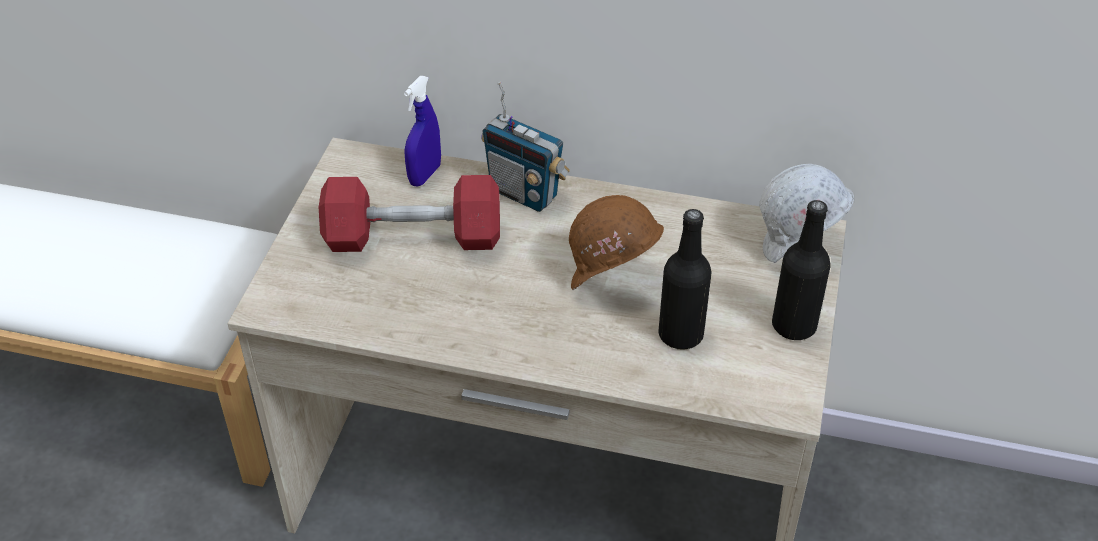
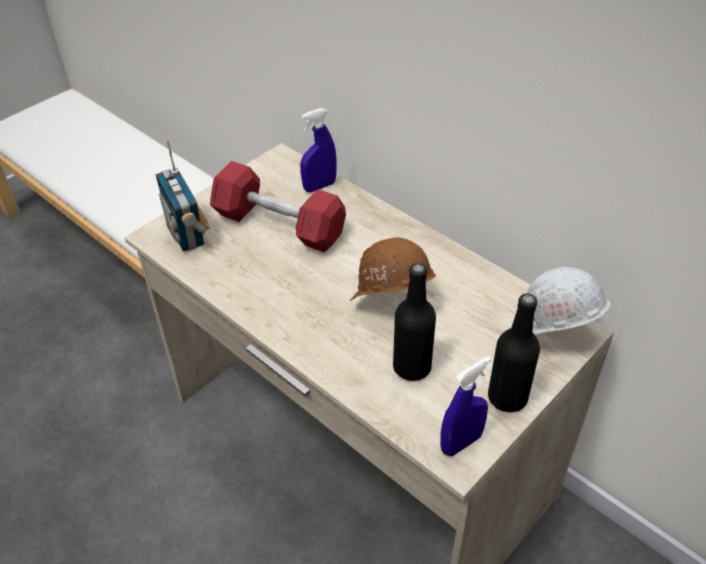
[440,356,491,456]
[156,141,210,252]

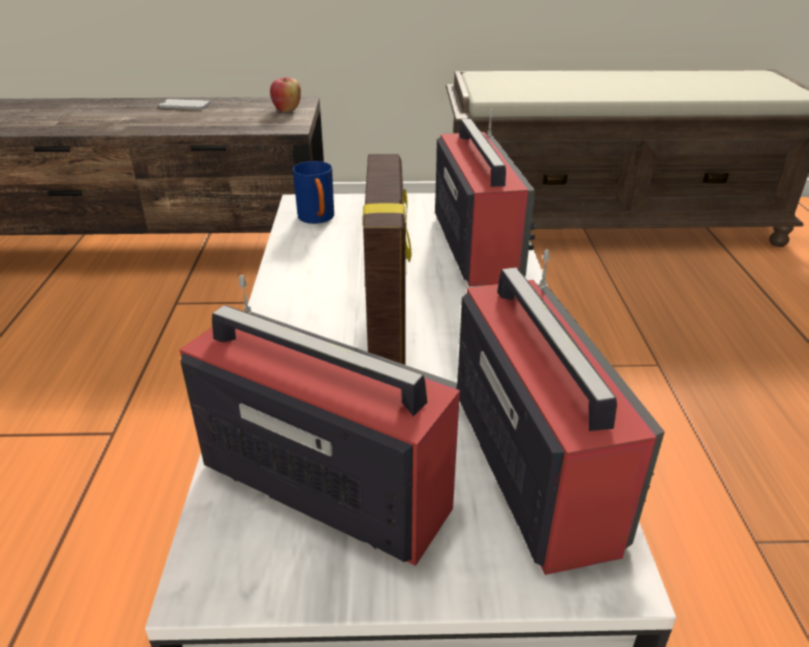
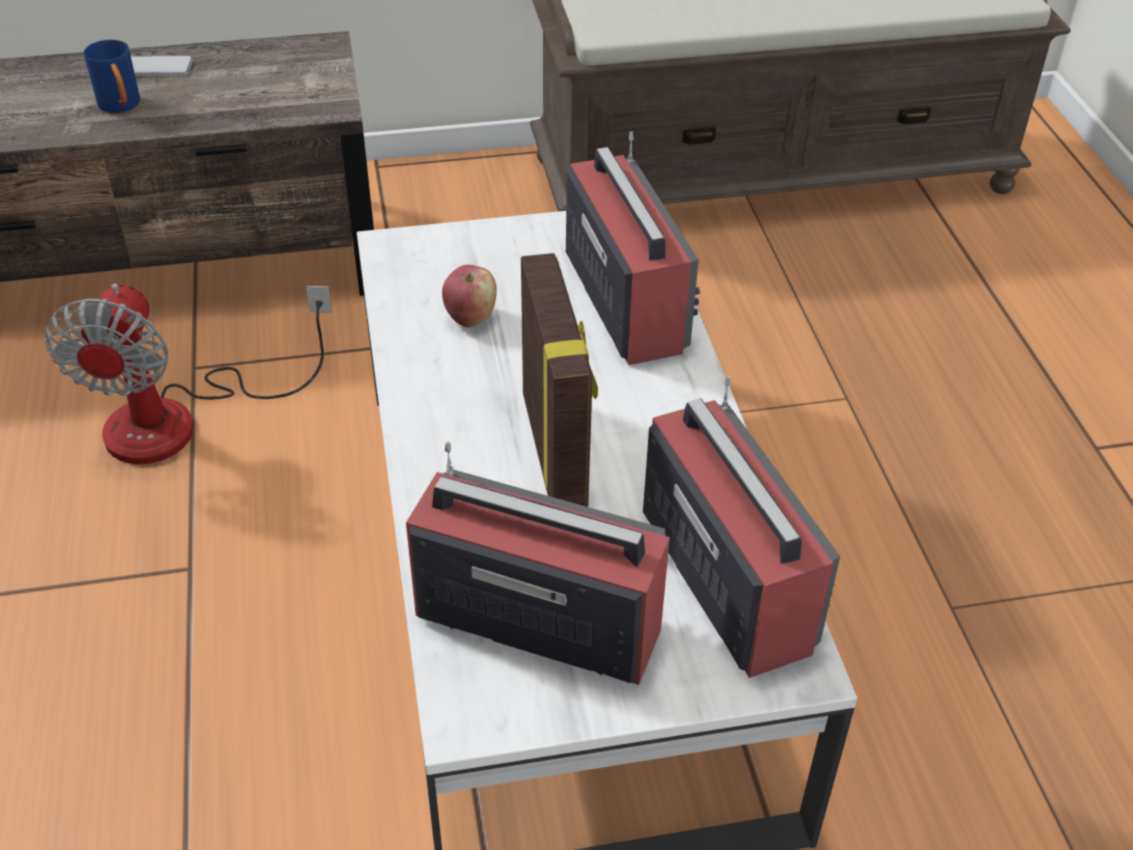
[45,283,332,464]
[442,265,497,327]
[84,40,140,113]

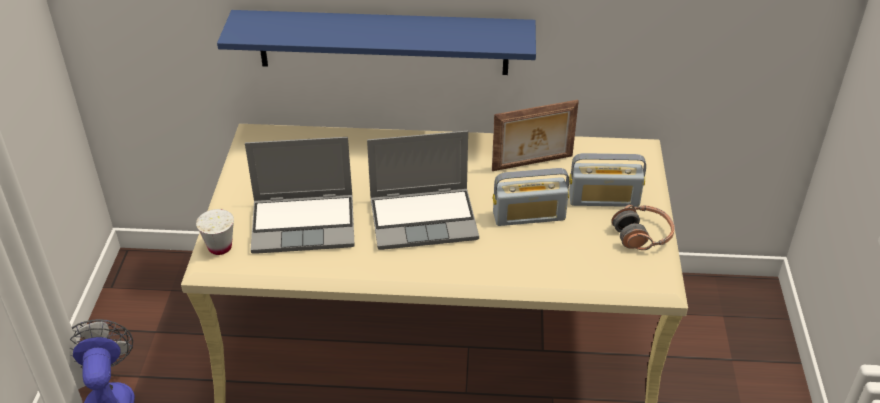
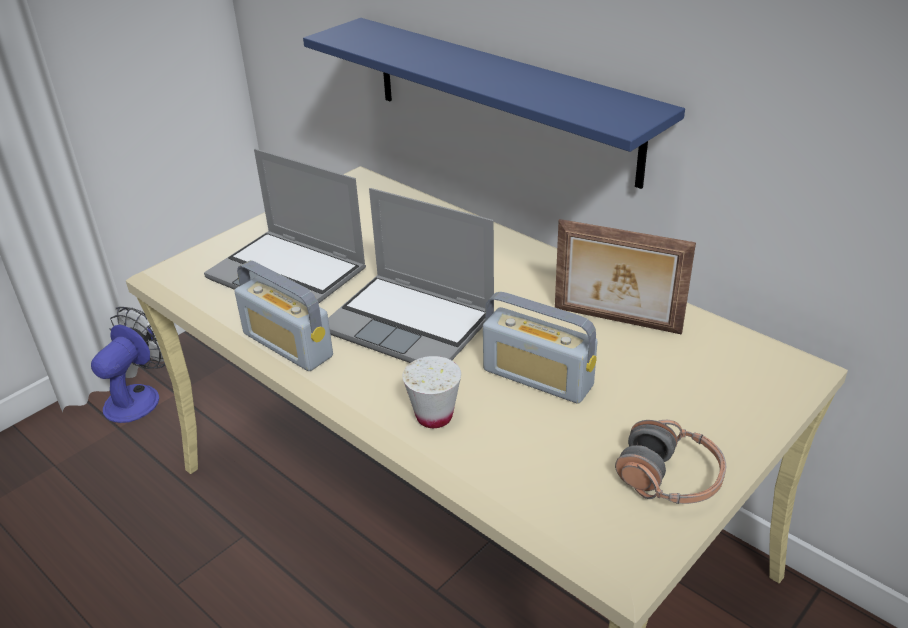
[403,356,461,428]
[234,260,333,371]

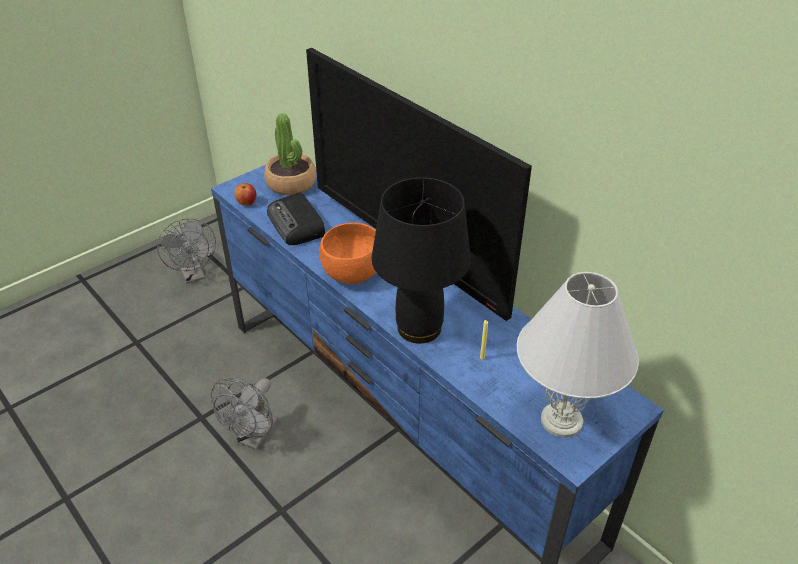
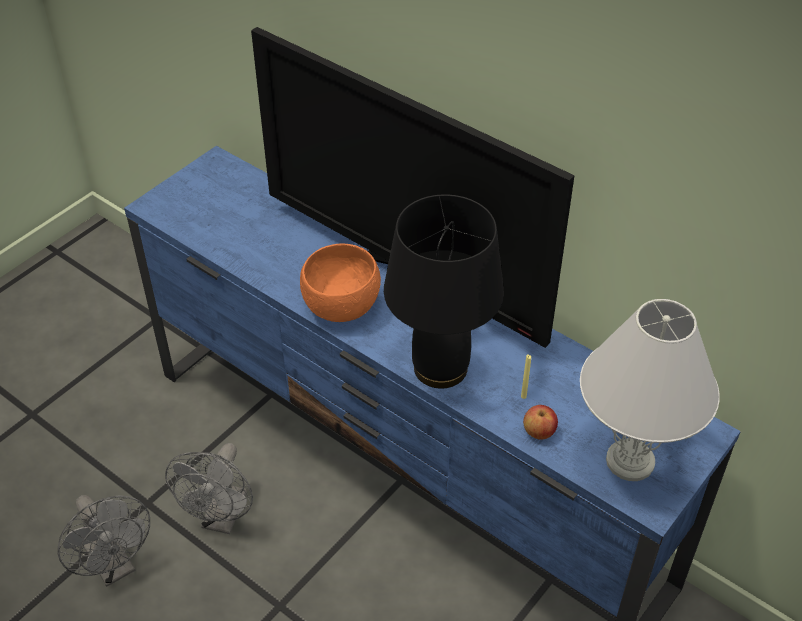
[264,113,316,195] (first image)
[267,192,325,245] (first image)
[58,495,150,586]
[523,405,558,440]

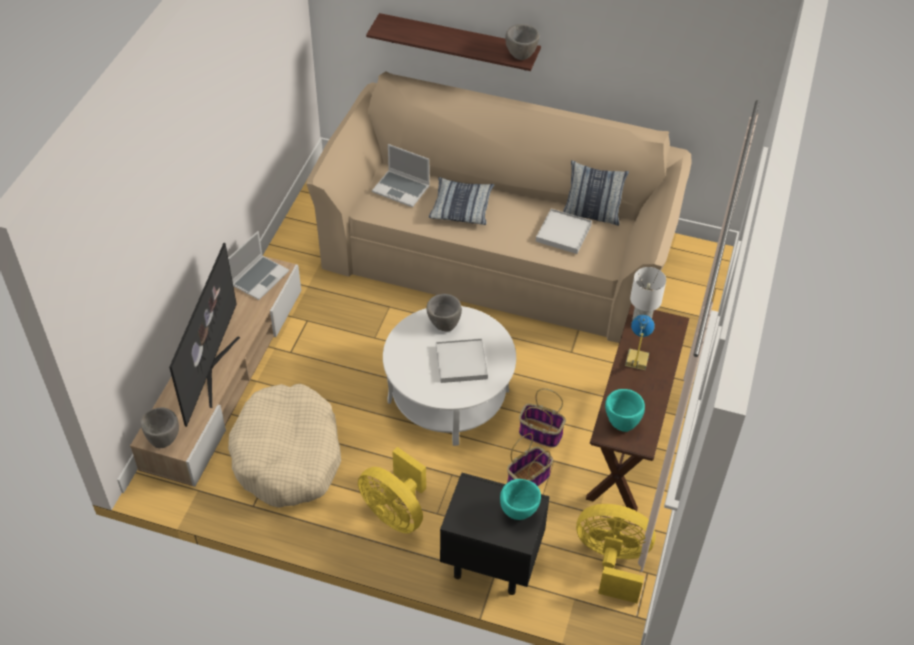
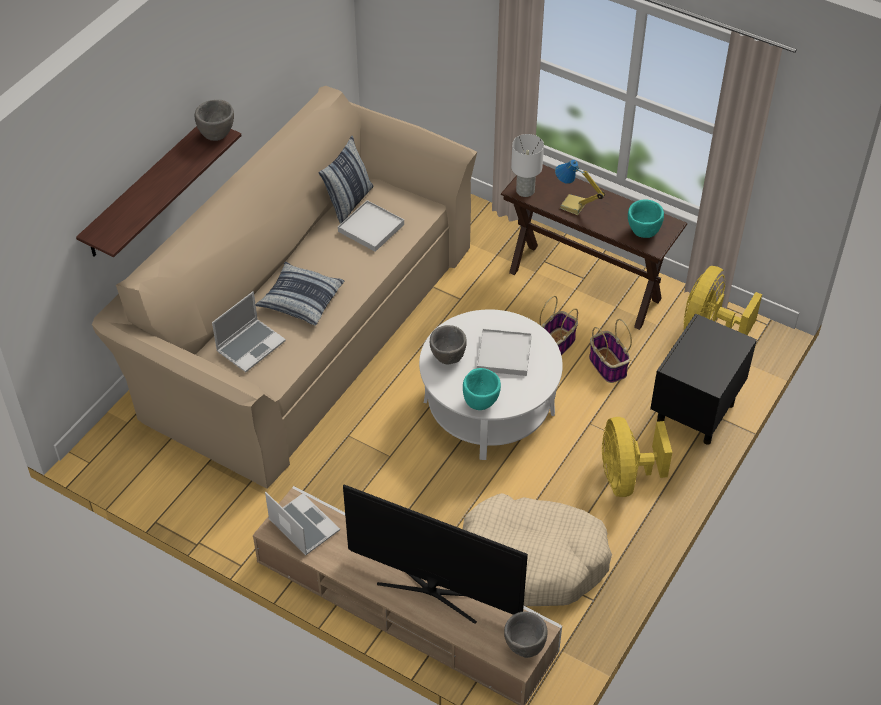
[463,368,501,410]
[602,417,672,497]

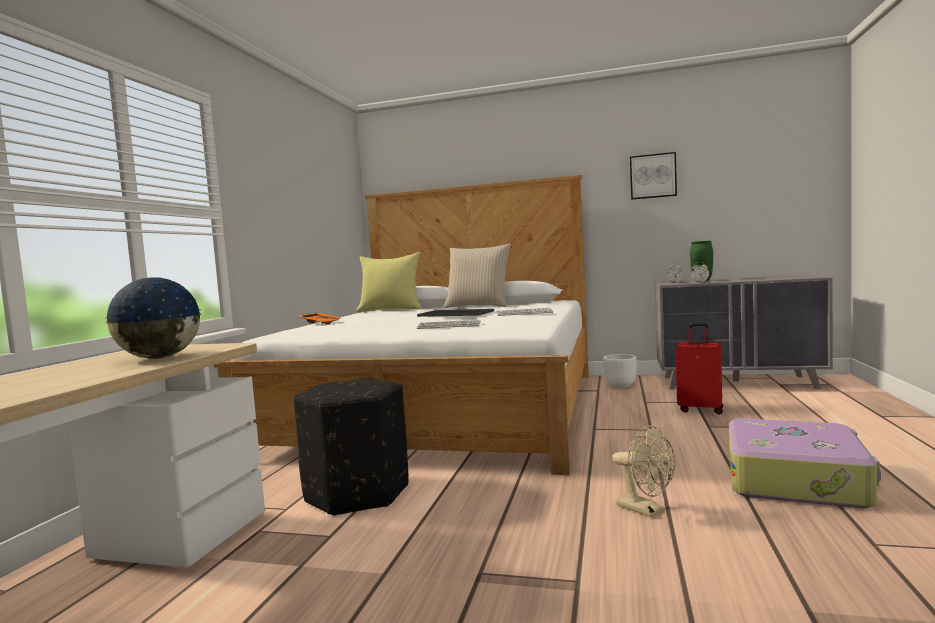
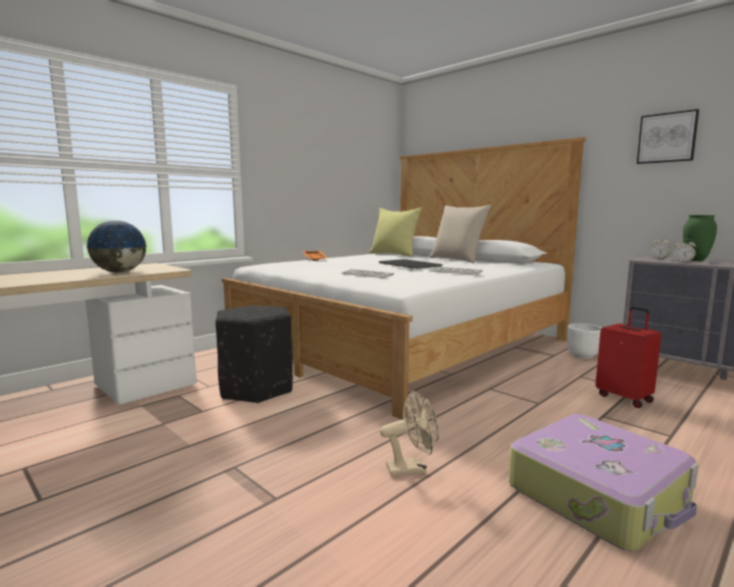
[380,391,439,476]

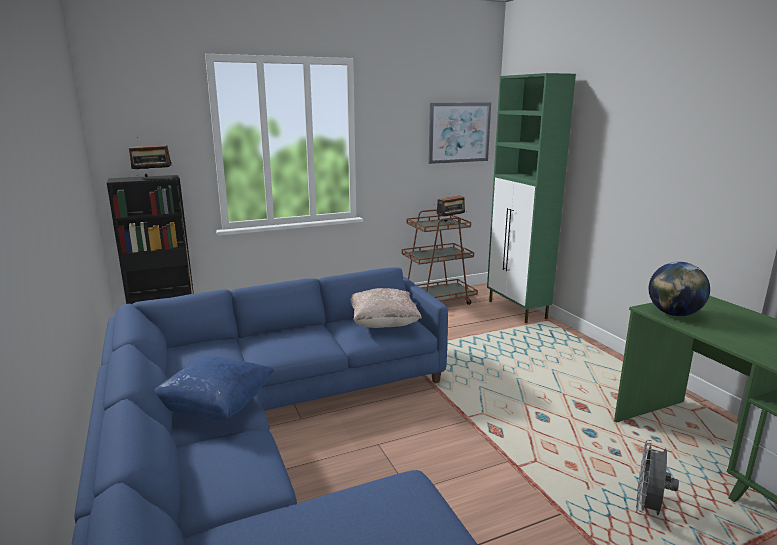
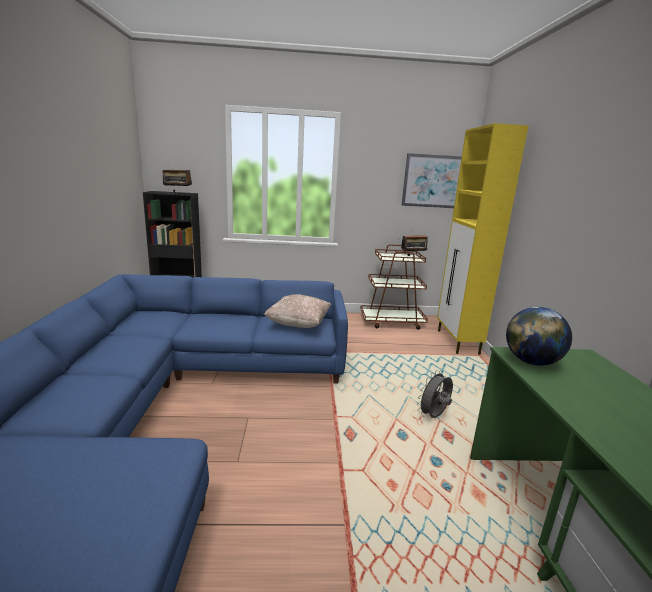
[155,357,275,420] (first image)
[417,370,453,418]
[437,123,529,355]

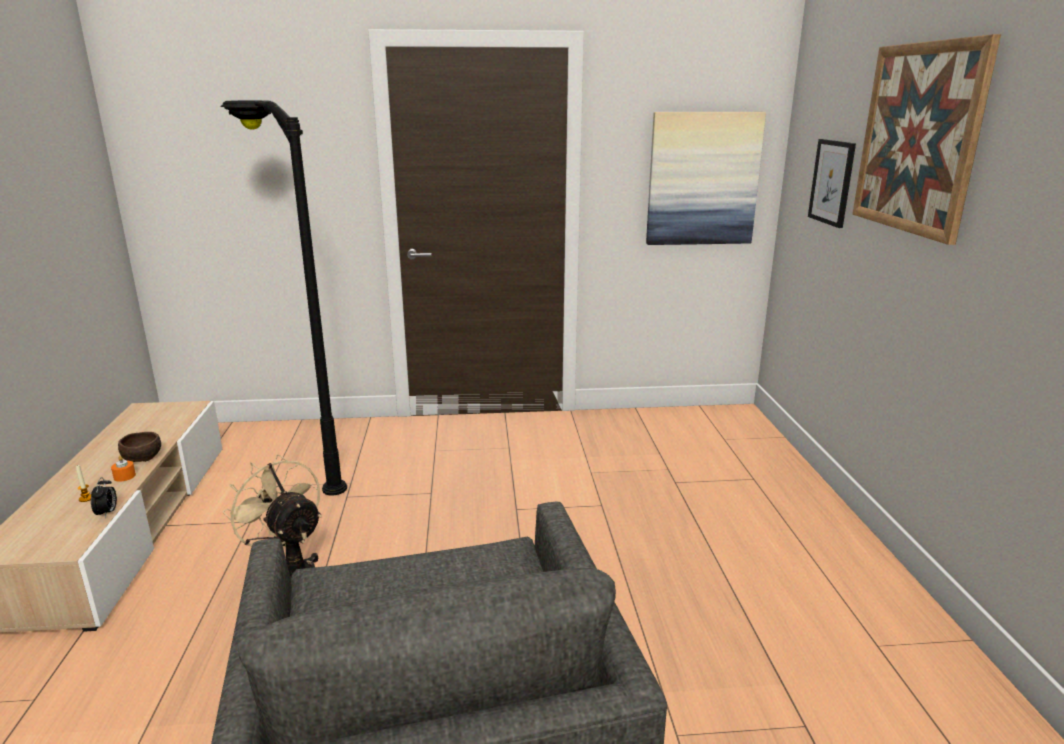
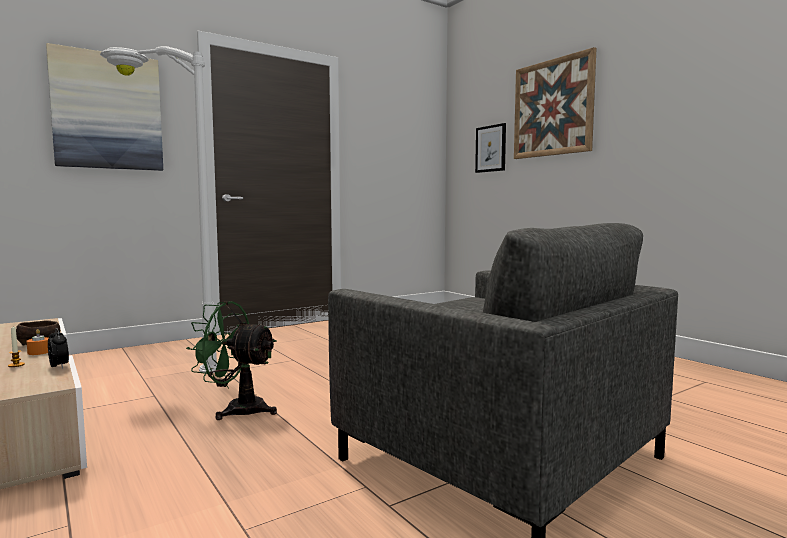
[46,43,163,171]
[100,46,217,373]
[186,301,277,420]

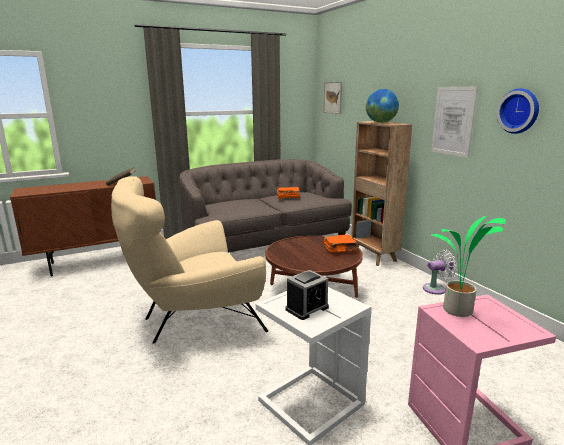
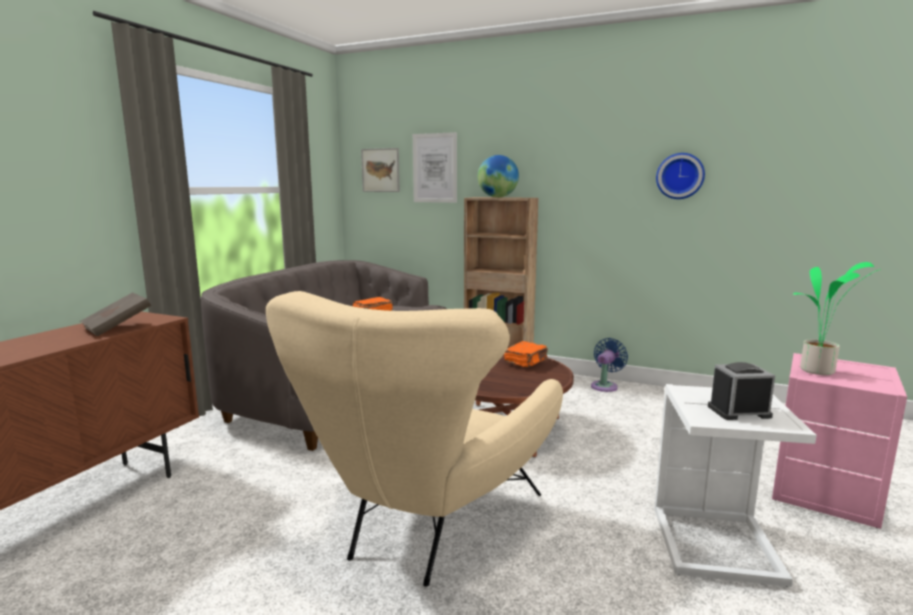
[413,132,457,203]
[591,338,628,392]
[708,362,775,420]

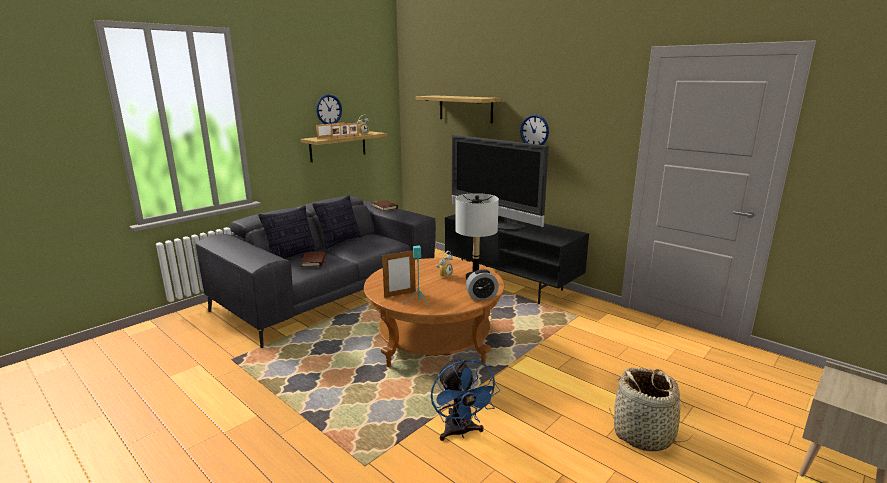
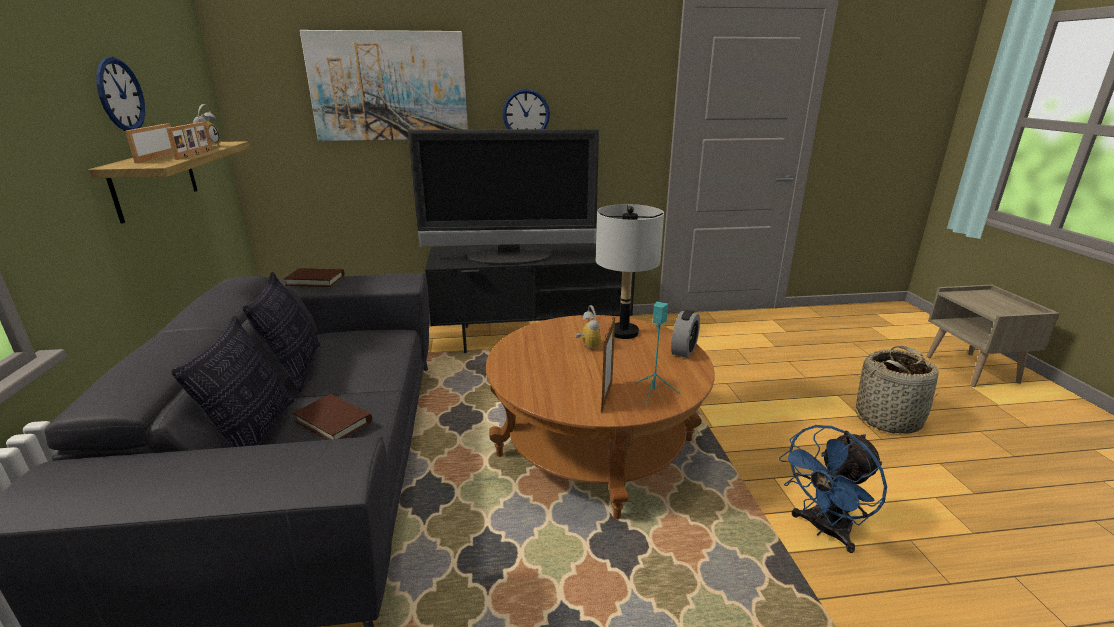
[300,30,468,141]
[779,425,887,553]

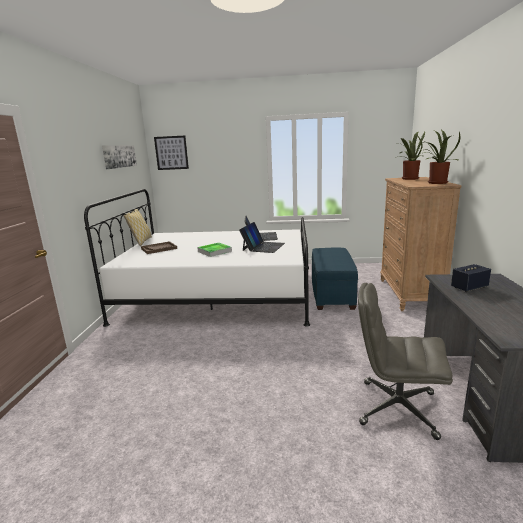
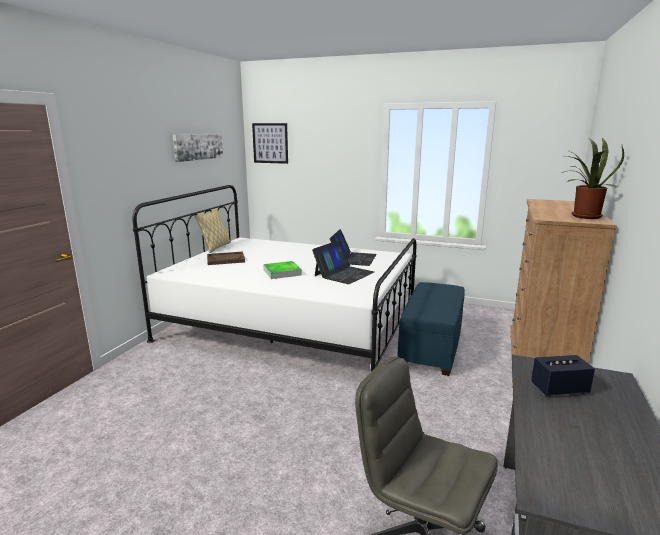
[395,132,425,180] (first image)

